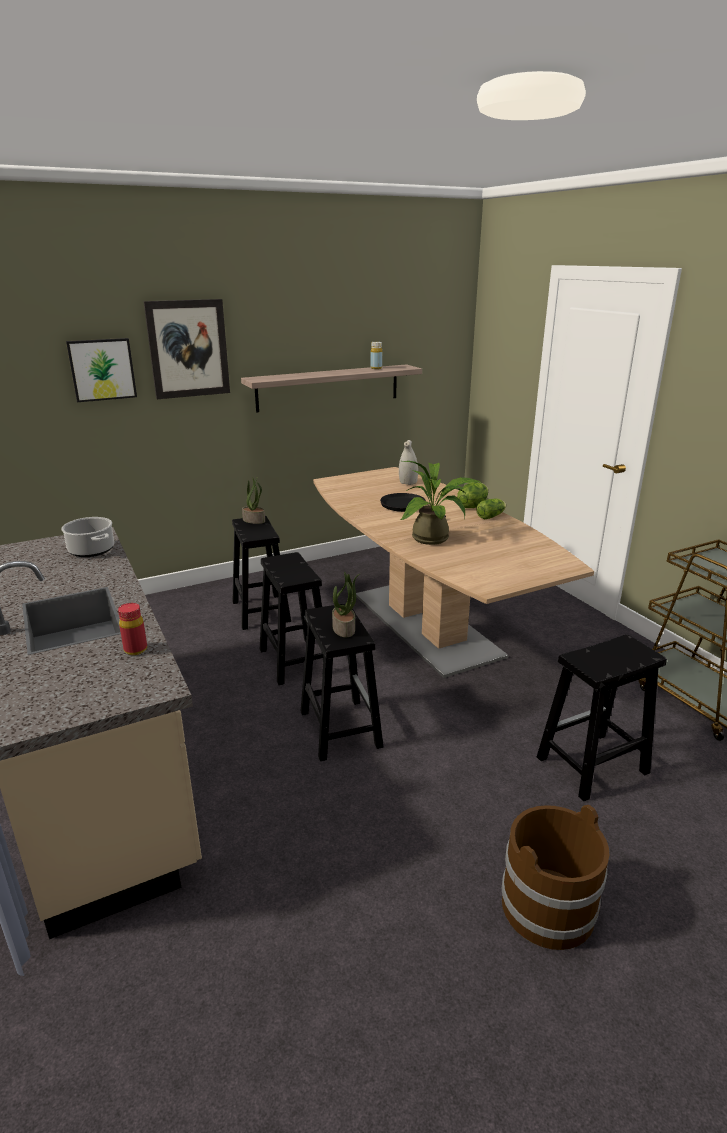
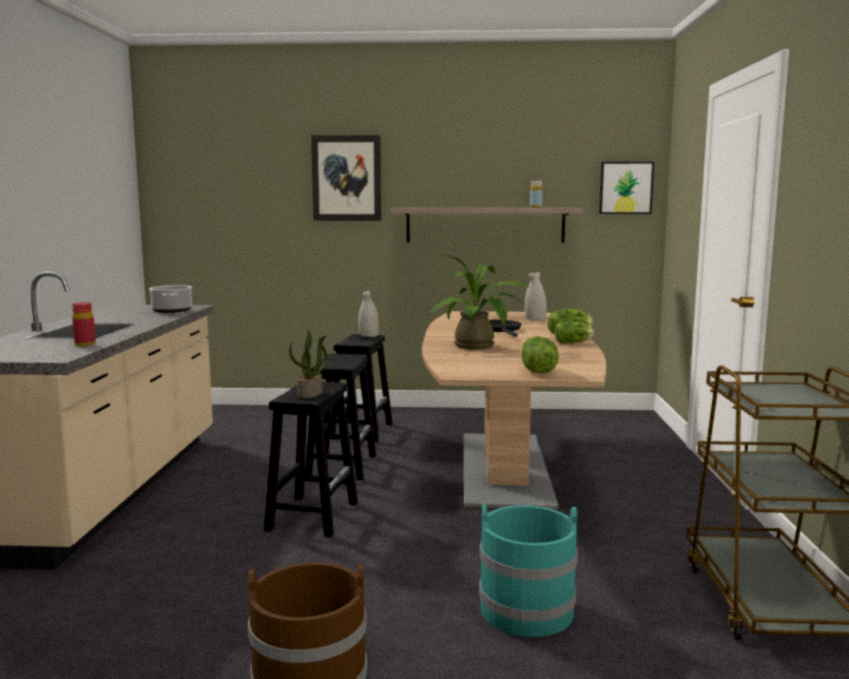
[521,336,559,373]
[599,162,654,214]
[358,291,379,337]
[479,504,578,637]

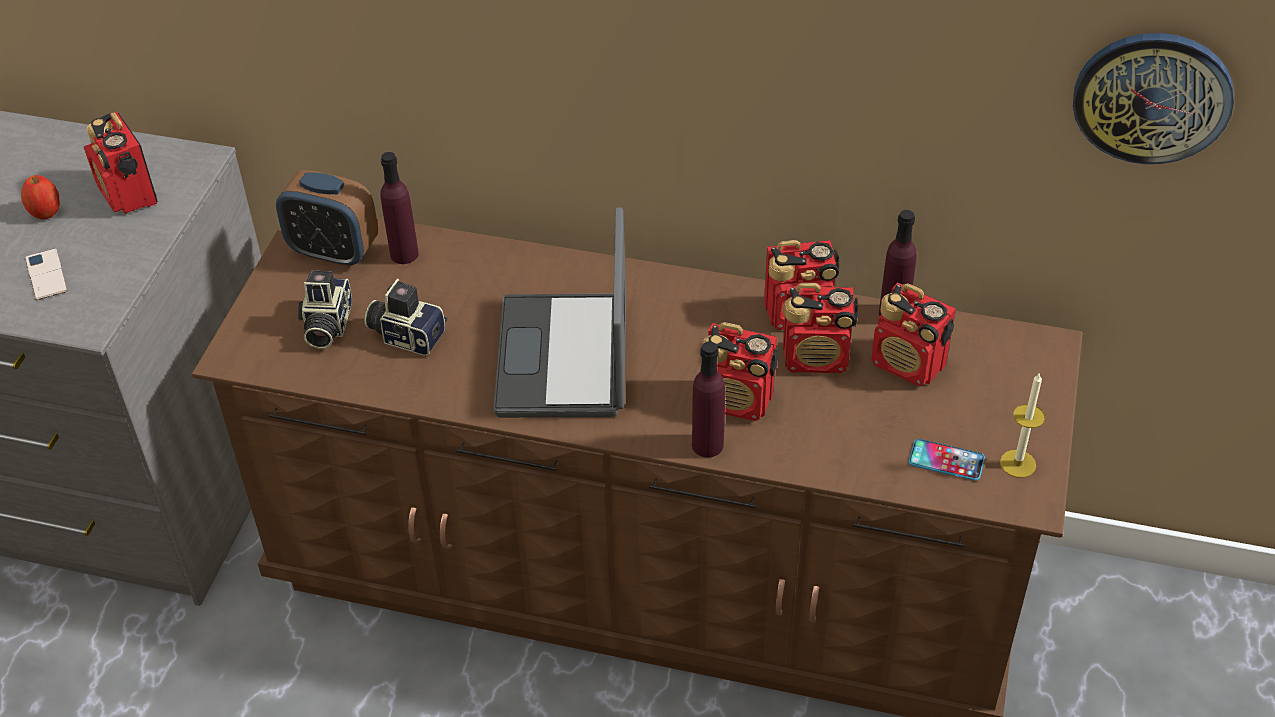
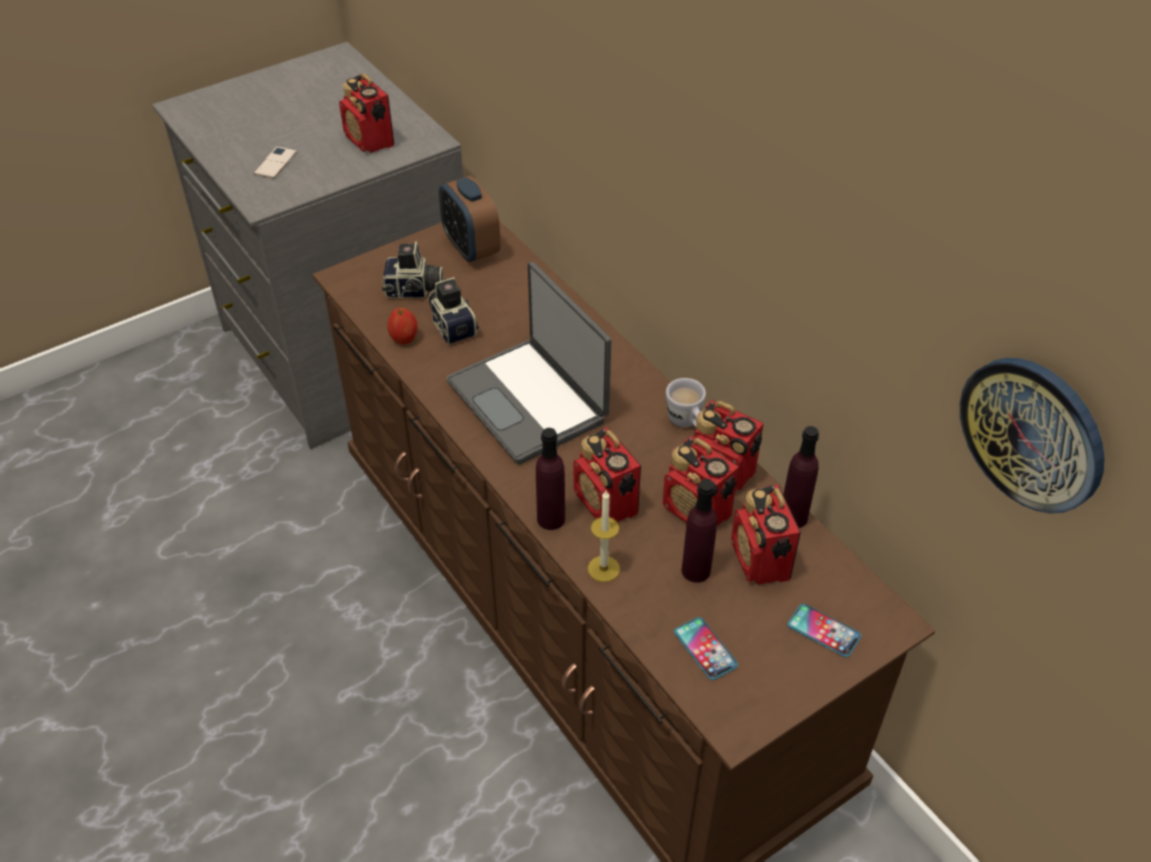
[666,378,706,428]
[788,604,861,657]
[387,308,418,344]
[681,480,717,583]
[588,491,620,582]
[339,73,394,153]
[382,241,444,298]
[446,262,611,464]

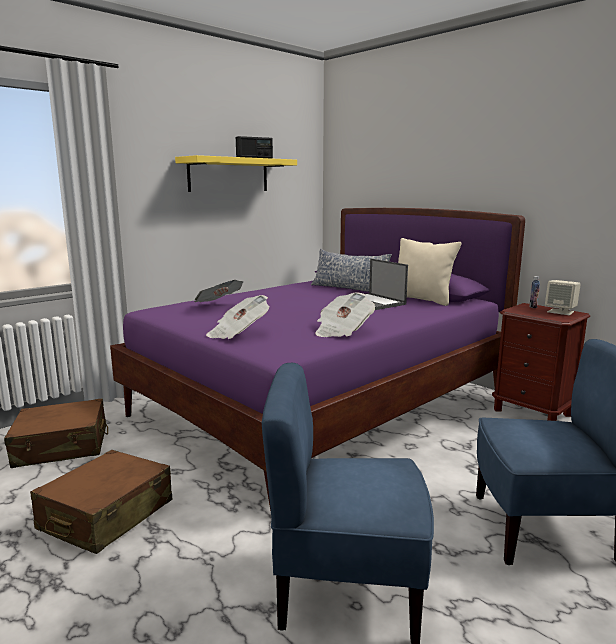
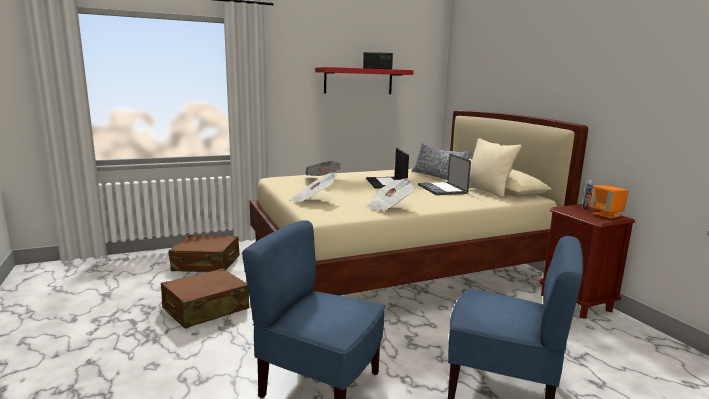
[366,148,409,188]
[250,111,588,296]
[315,67,414,94]
[590,185,629,219]

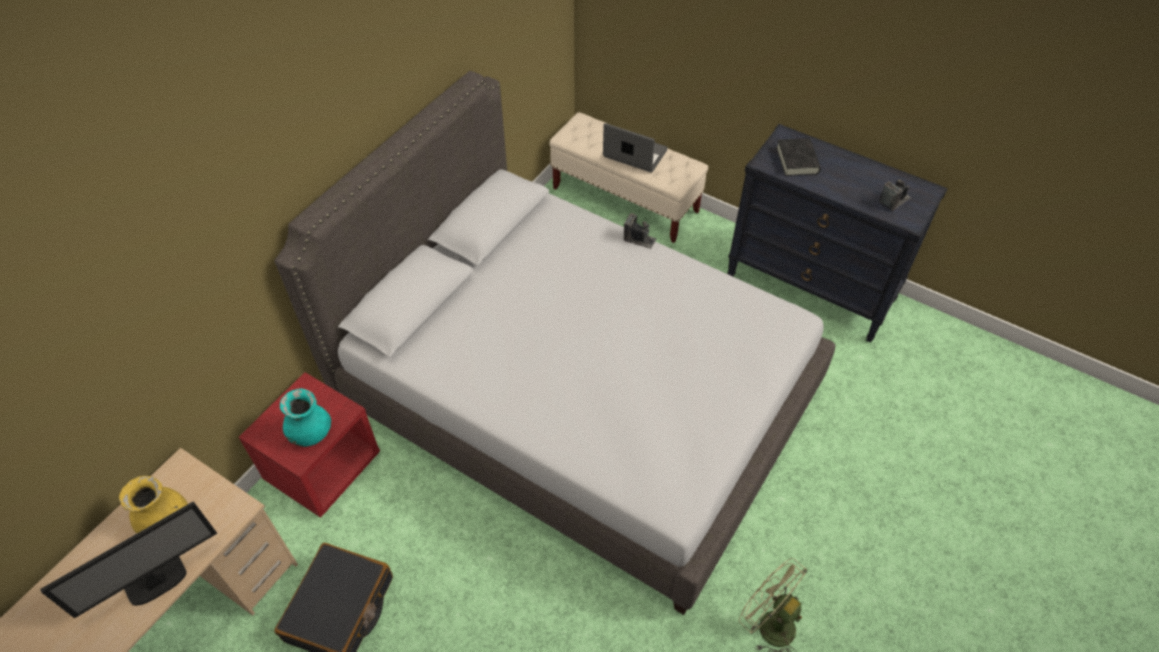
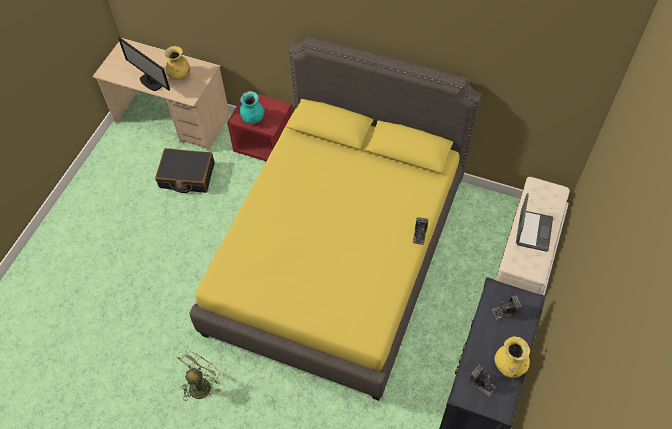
[494,336,530,378]
[491,295,522,320]
[190,36,482,401]

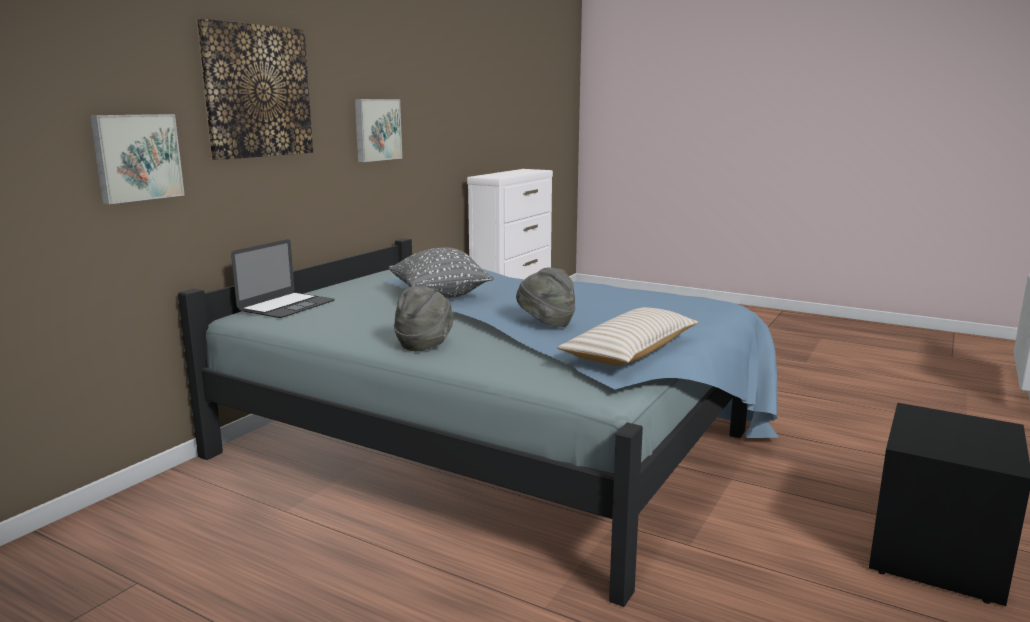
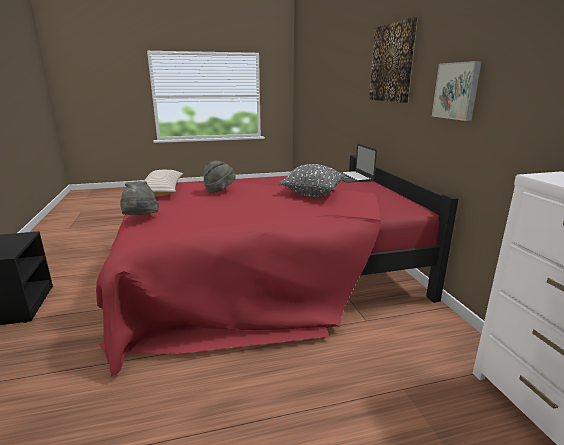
[90,114,184,204] (first image)
[120,181,159,215]
[96,155,459,377]

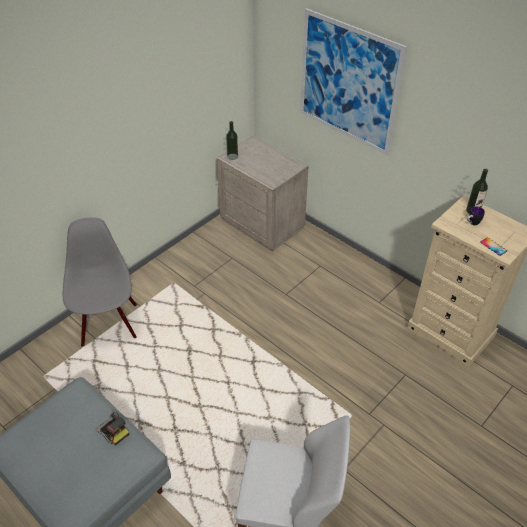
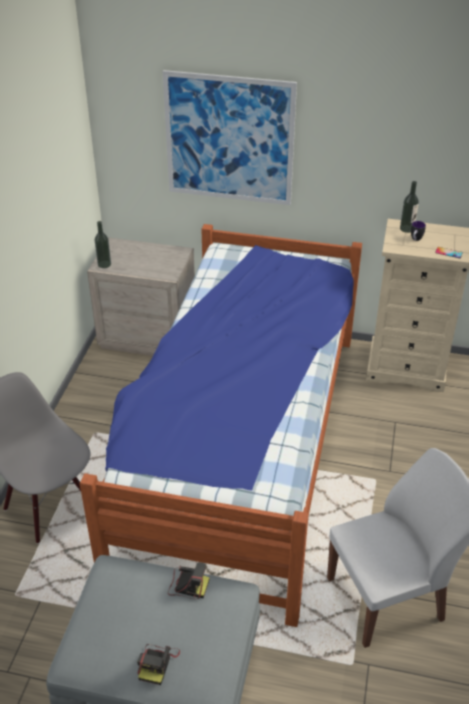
[79,224,362,627]
[137,644,180,685]

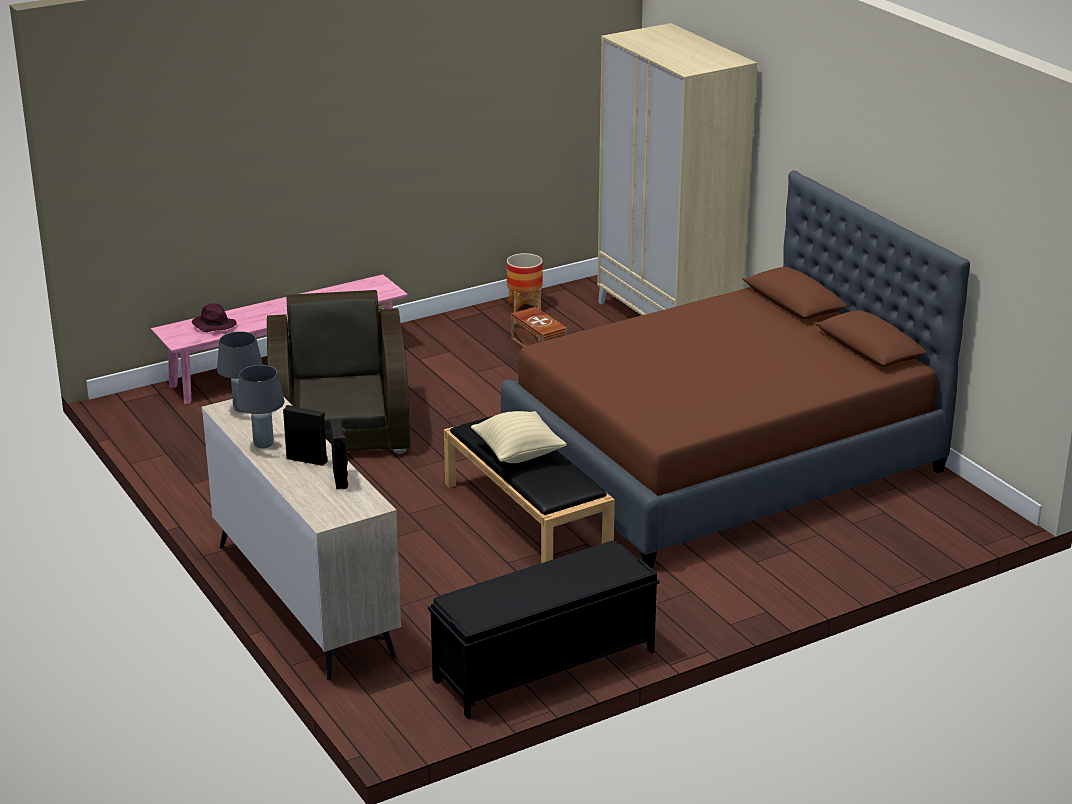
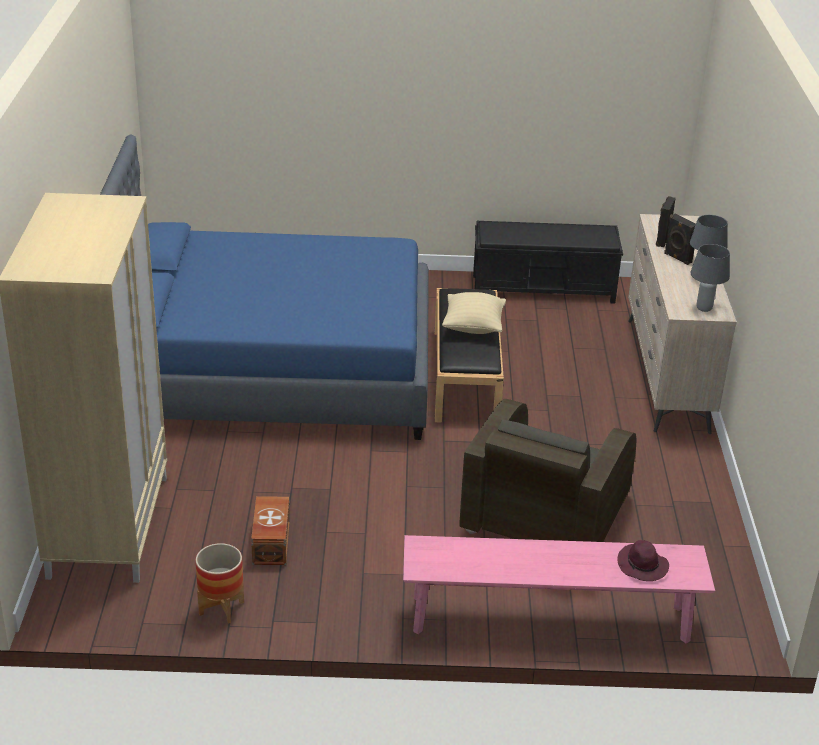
[100,134,429,440]

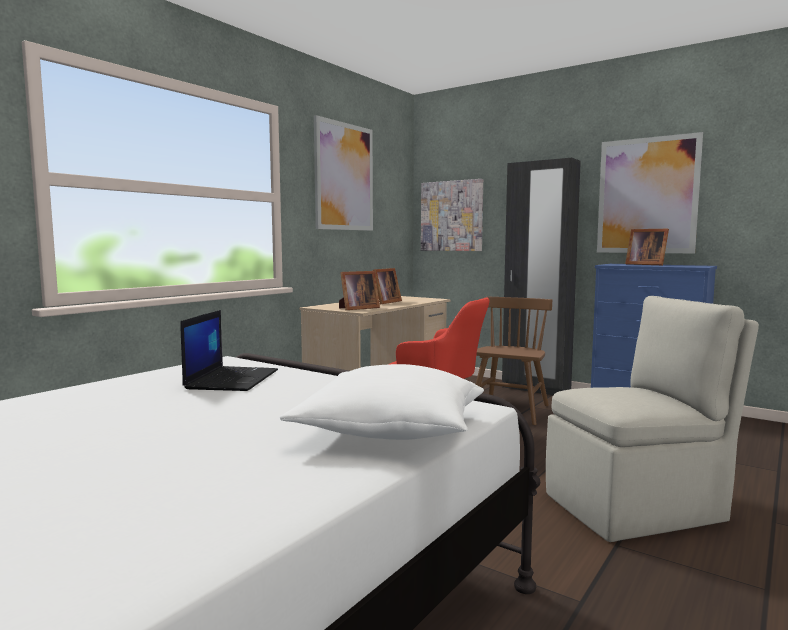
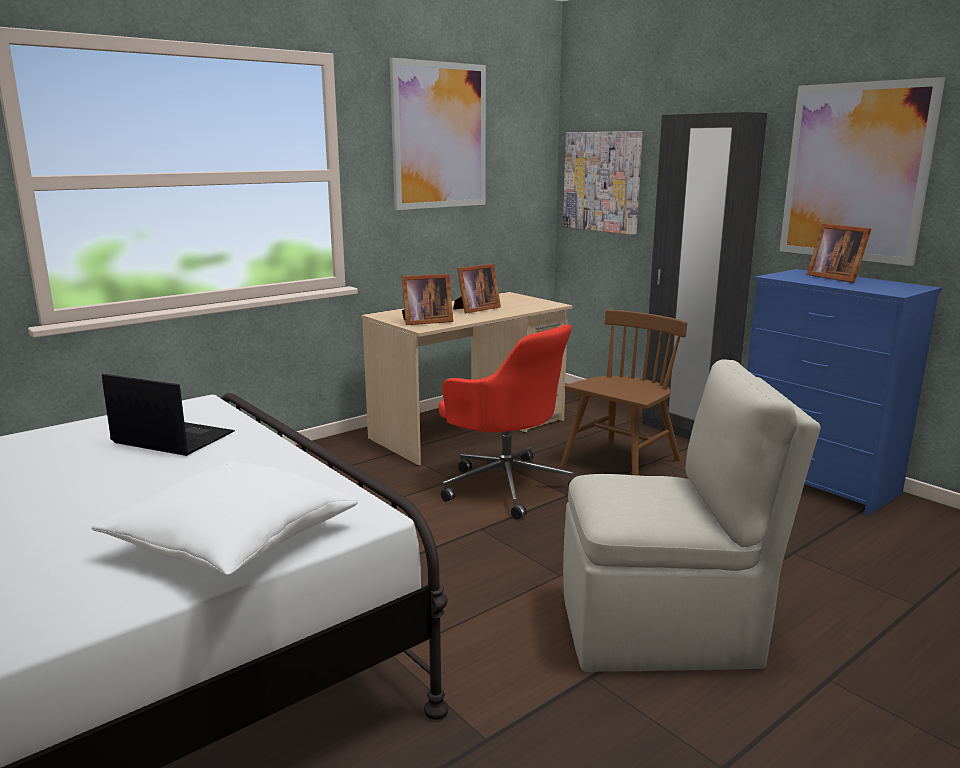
[102,374,235,456]

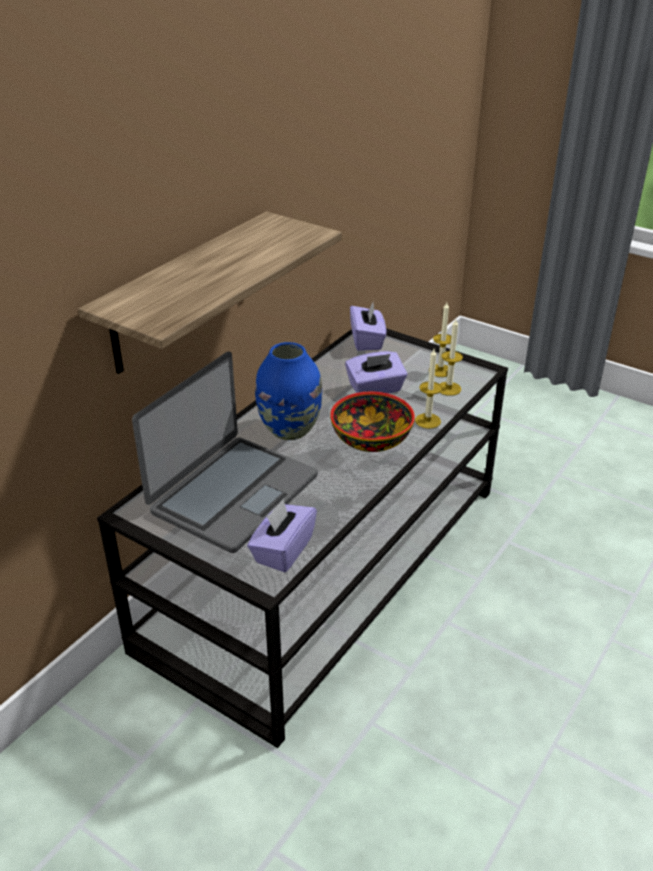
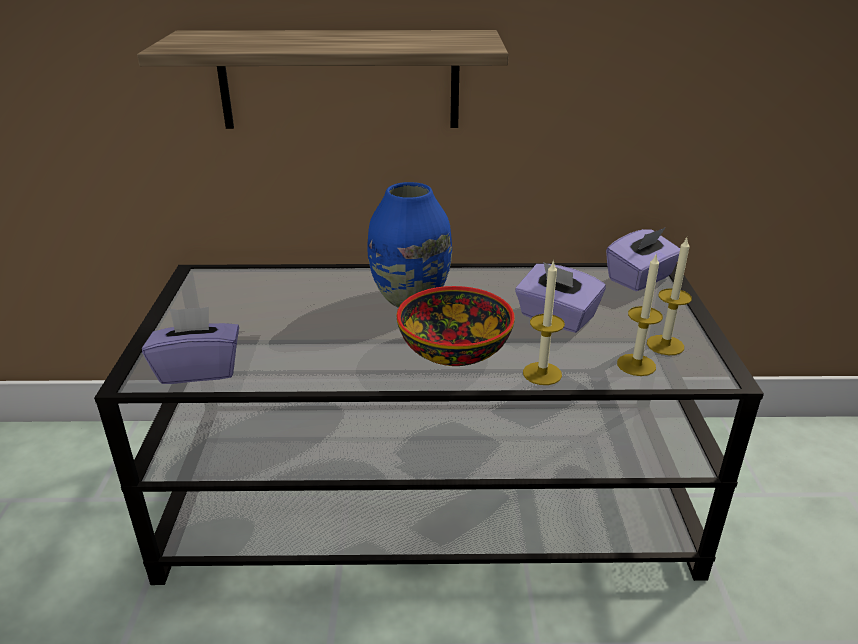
[132,352,318,553] (first image)

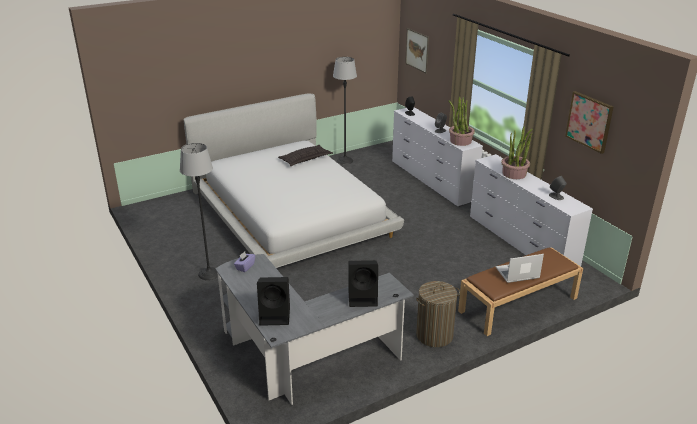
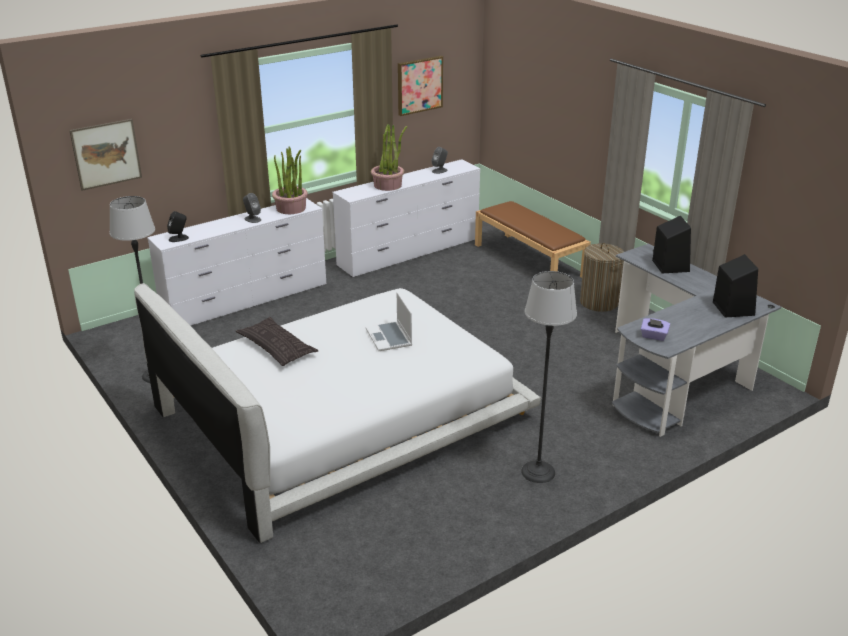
[365,292,412,351]

